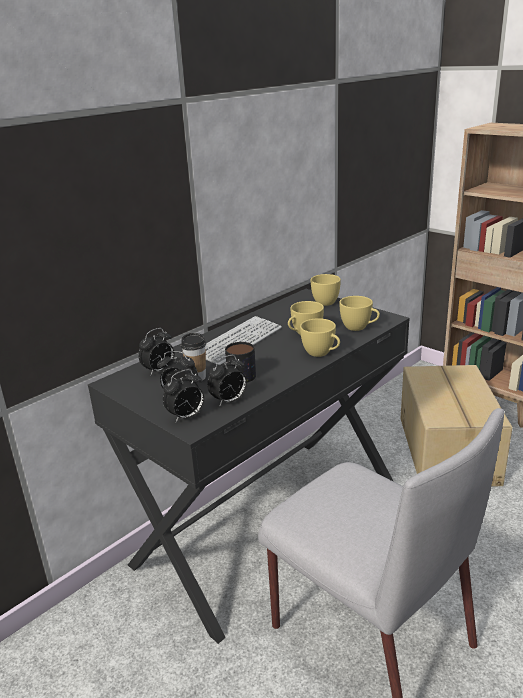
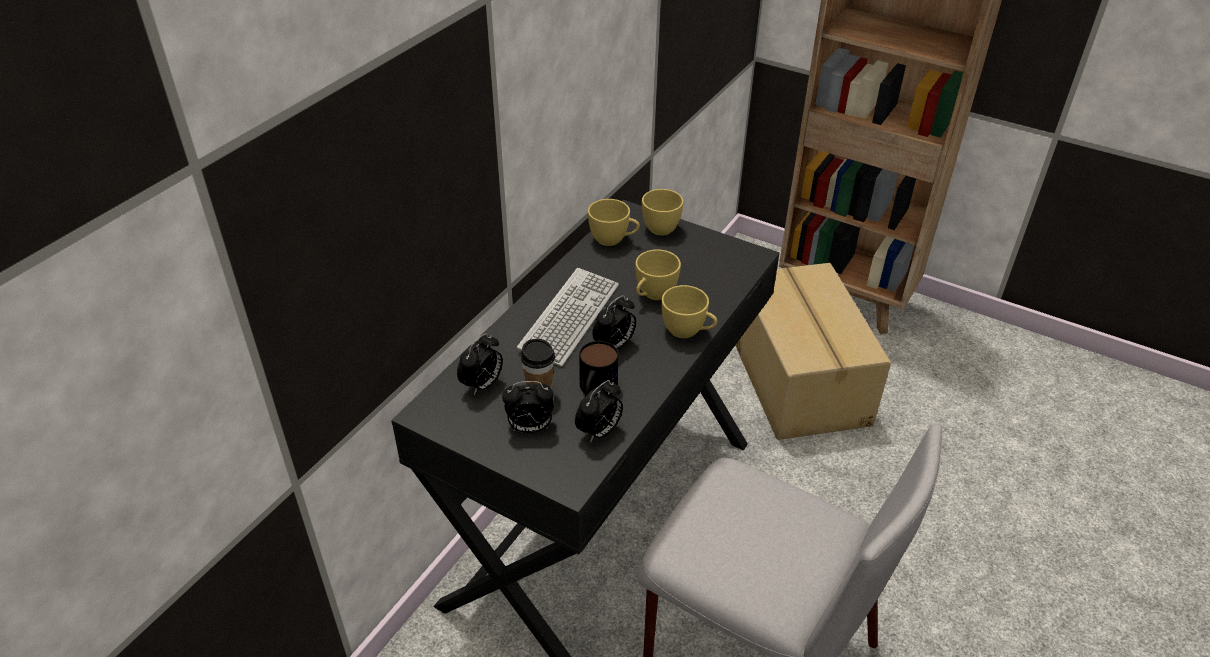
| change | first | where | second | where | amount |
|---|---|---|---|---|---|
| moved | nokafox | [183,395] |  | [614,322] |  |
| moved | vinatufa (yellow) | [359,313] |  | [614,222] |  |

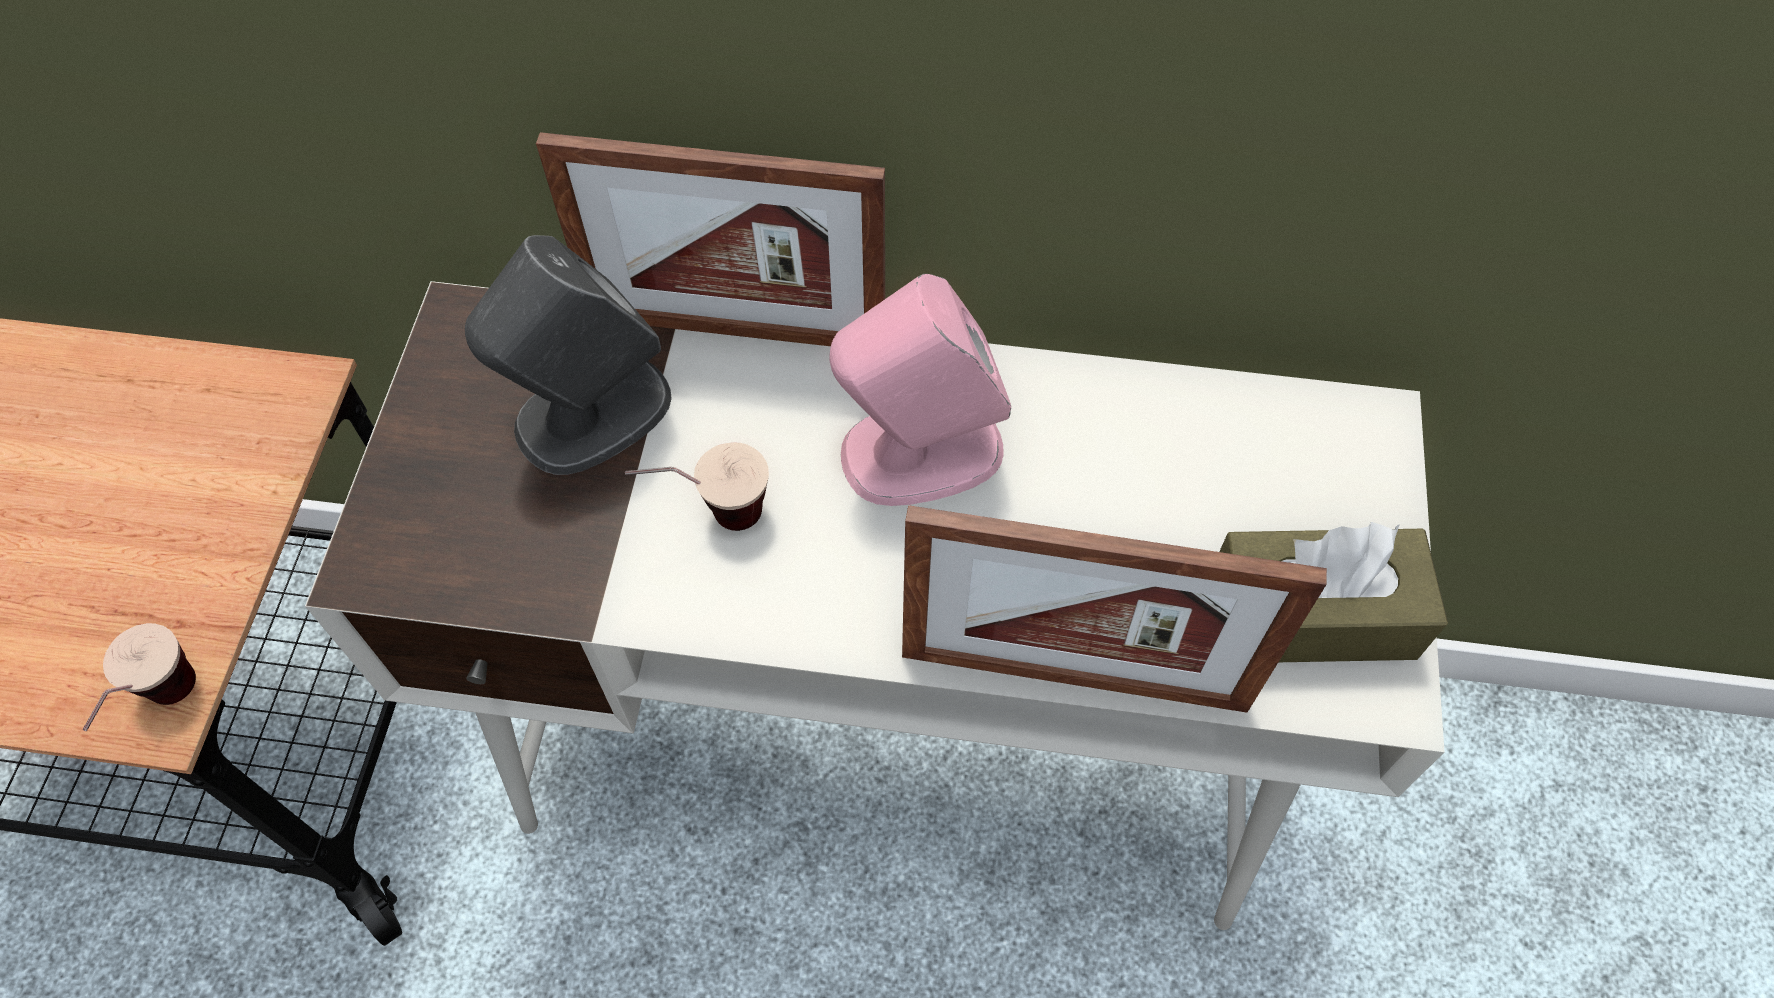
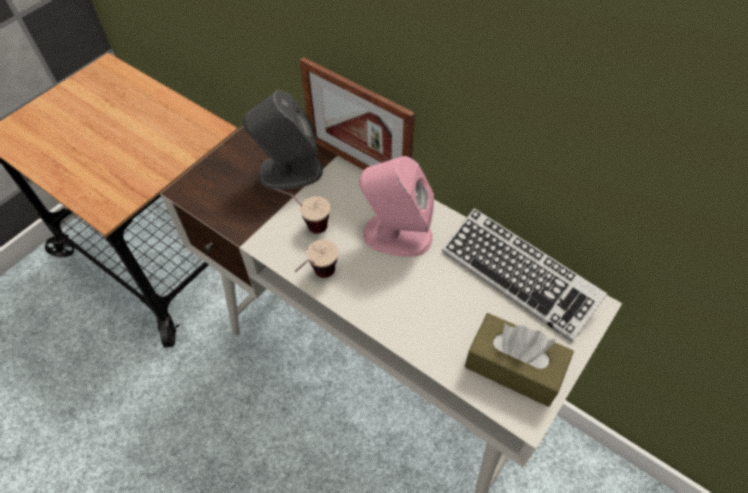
| change | first | where | second | where | amount |
|---|---|---|---|---|---|
| removed | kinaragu | [1114,609] |  |  |  |
| added |  |  | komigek | [524,275] |  |
| moved | vinatufa | [139,677] |  | [317,258] |  |

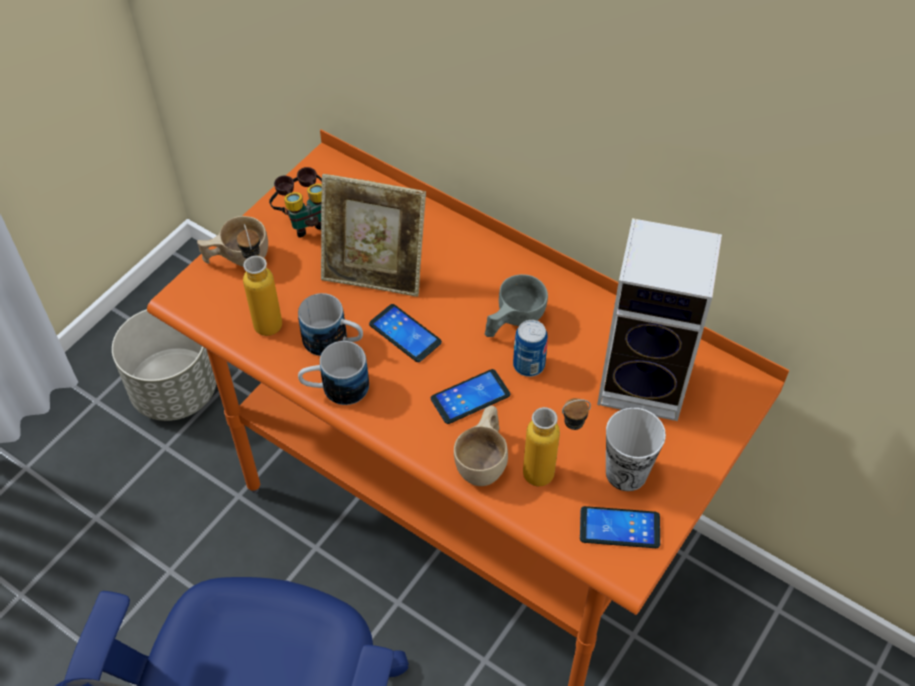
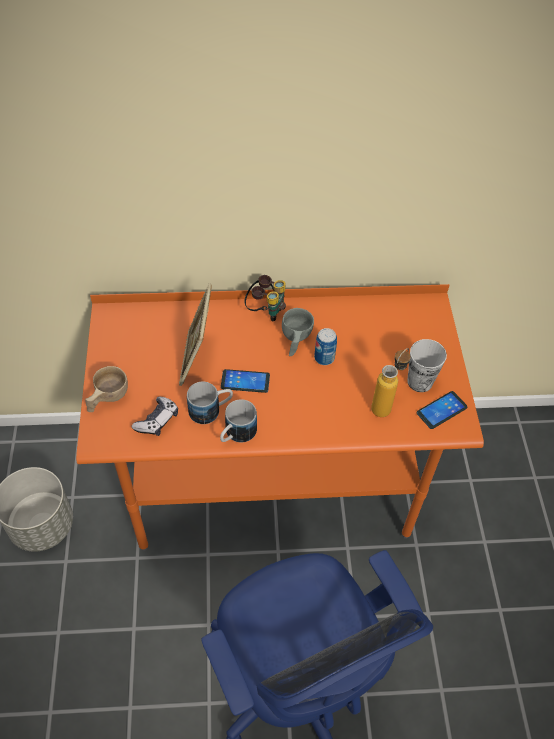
| change | first | where | second | where | amount |
|---|---|---|---|---|---|
| removed | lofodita | [470,396] |  |  |  |
| removed | vinatufa (beige) | [481,446] |  |  |  |
| removed | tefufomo | [659,319] |  |  |  |
| moved | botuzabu | [295,202] |  | [265,298] |  |
| replaced | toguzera | [259,280] | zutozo | [155,416] |  |
| turned | kinaragu | [373,235] |  | [195,334] | 120 degrees clockwise |

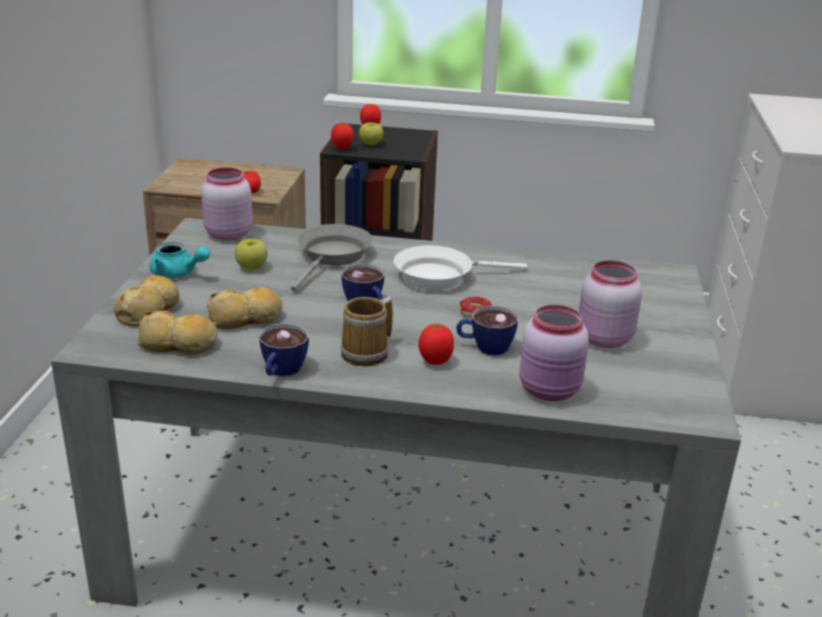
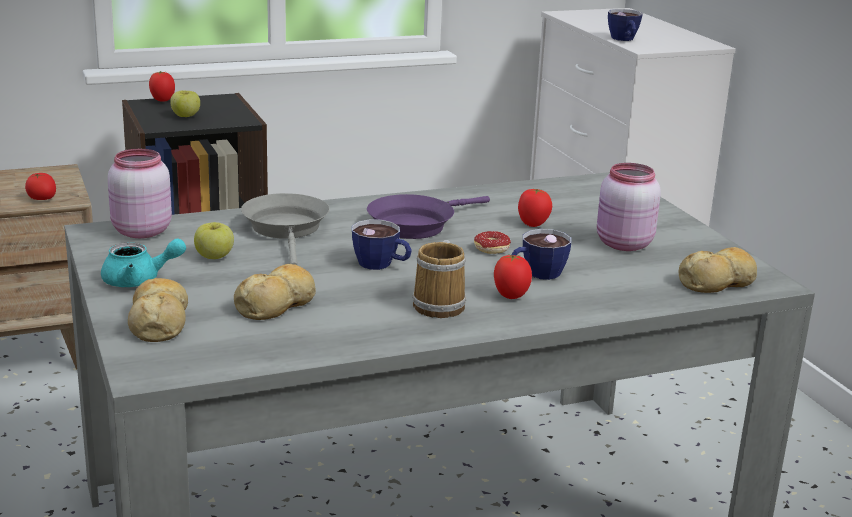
| change | first | where | second | where | amount |
|---|---|---|---|---|---|
| removed | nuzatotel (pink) | [554,353] |  |  |  |
| moved | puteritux | [177,332] |  | [718,270] |  |
| moved | vinatufa | [284,349] |  | [625,25] |  |
| moved | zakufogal | [342,136] |  | [535,207] |  |
| recoloured | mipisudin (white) | [460,267] | mipisudin (purple) | [428,216] |  |

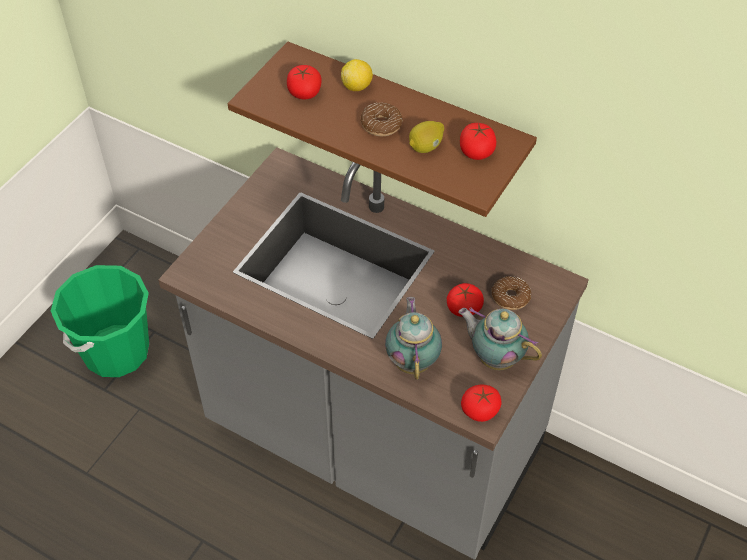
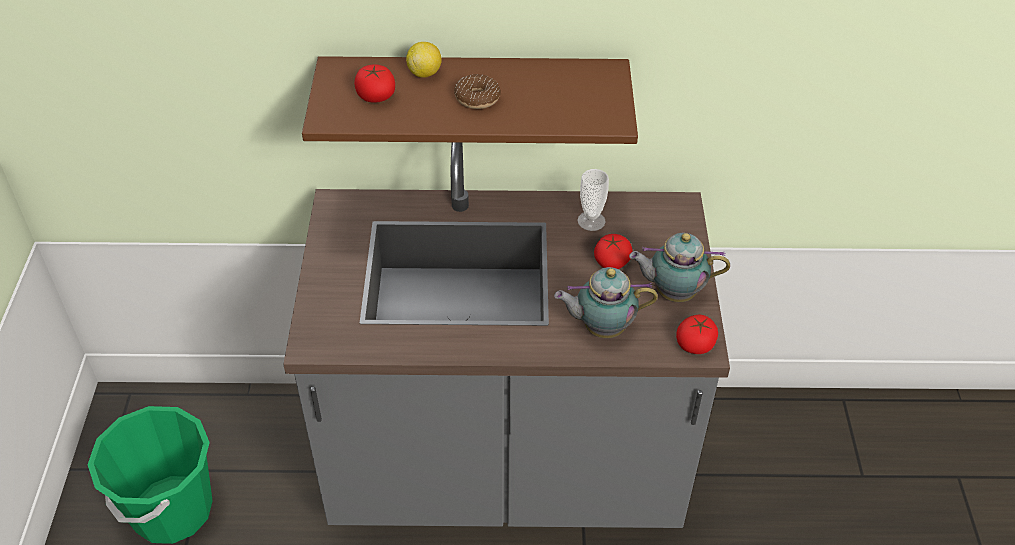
| change | first | where | second | where | amount |
|---|---|---|---|---|---|
| removed | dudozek | [426,137] |  |  |  |
| removed | zakufogal | [478,141] |  |  |  |
| removed | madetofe | [511,293] |  |  |  |
| added |  |  | vinatufa | [593,200] |  |
| turned | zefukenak | [413,338] |  | [606,302] | 60 degrees counterclockwise |

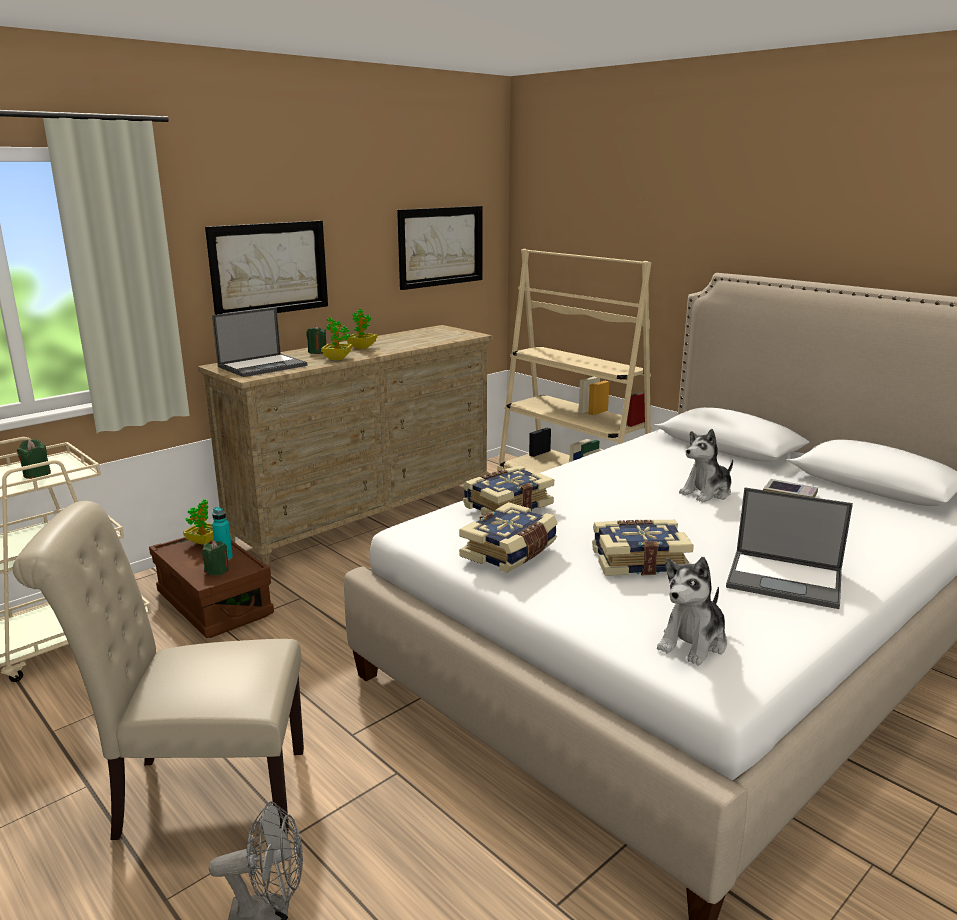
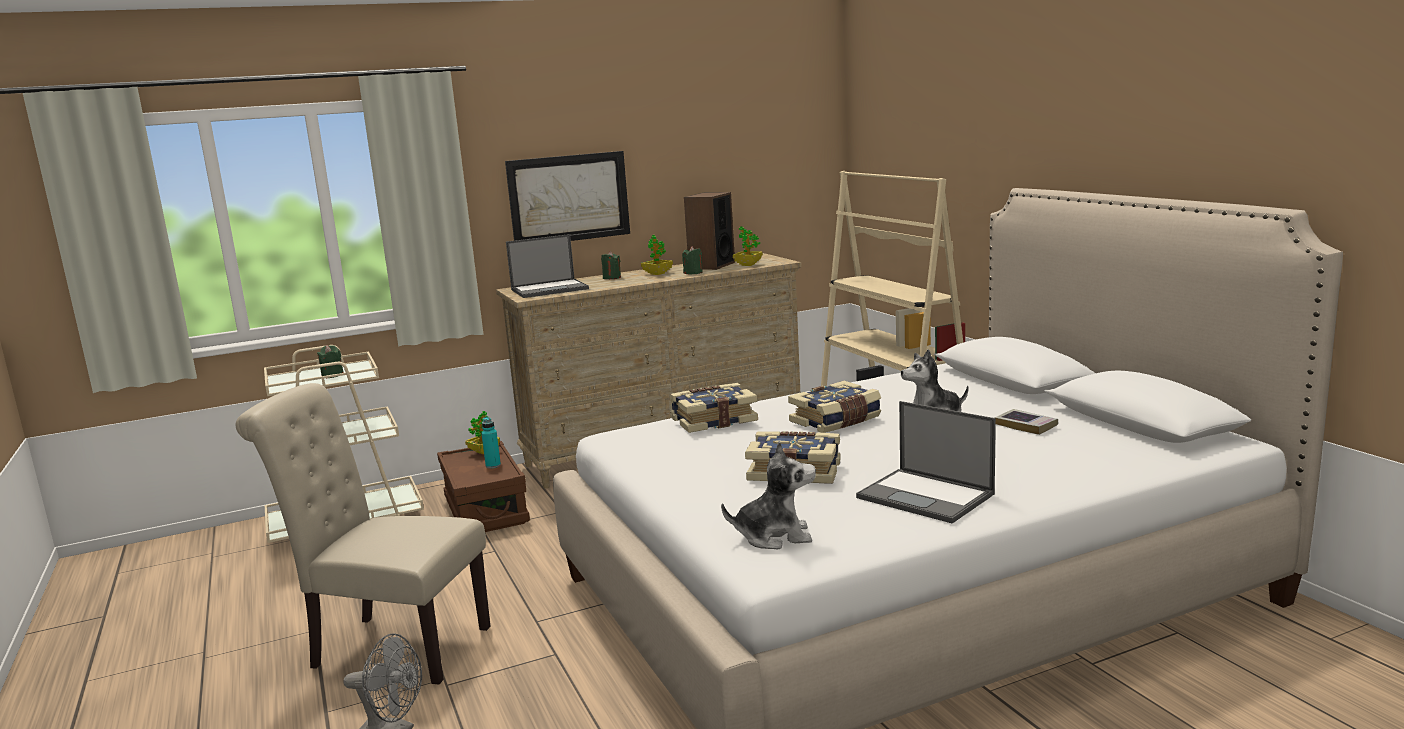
| change | first | where | second | where | amount |
|---|---|---|---|---|---|
| removed | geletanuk | [439,248] |  |  |  |
| added |  |  | tefufomo | [709,231] |  |
| moved | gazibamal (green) | [215,558] |  | [692,260] |  |
| moved | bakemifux | [336,338] |  | [748,246] |  |
| moved | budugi | [508,537] |  | [835,407] |  |
| turned | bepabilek | [692,611] |  | [768,495] | 150 degrees counterclockwise |

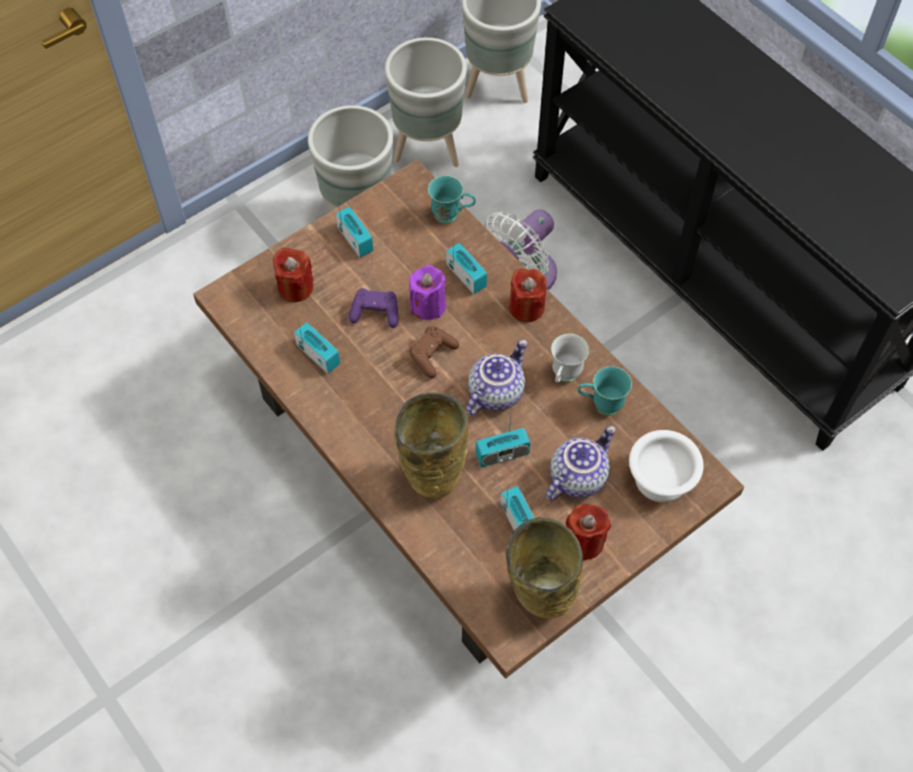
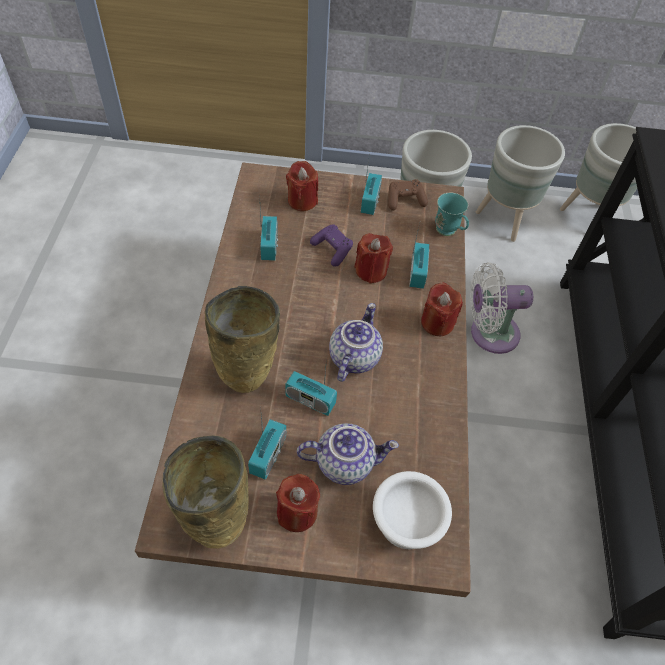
| change | first | where | second | where | amount |
|---|---|---|---|---|---|
| removed | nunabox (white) | [570,358] |  |  |  |
| removed | nunabox (turquoise) | [605,391] |  |  |  |
| moved | zutozo (brown) | [434,352] |  | [408,195] |  |
| recoloured | gazibamal (purple) | [427,292] | gazibamal (red) | [373,258] |  |
| turned | zefukenak | [497,377] |  | [356,342] | 60 degrees counterclockwise |

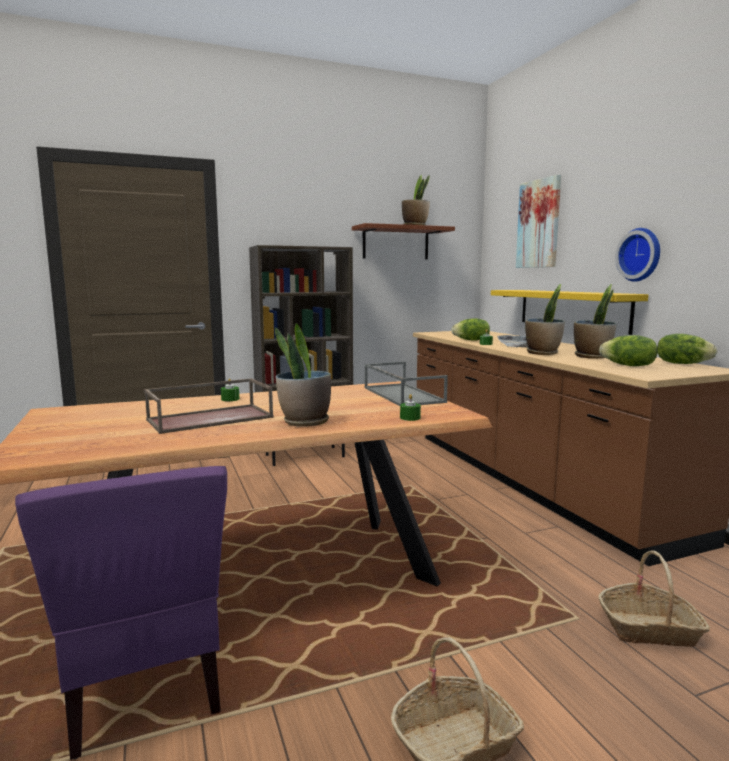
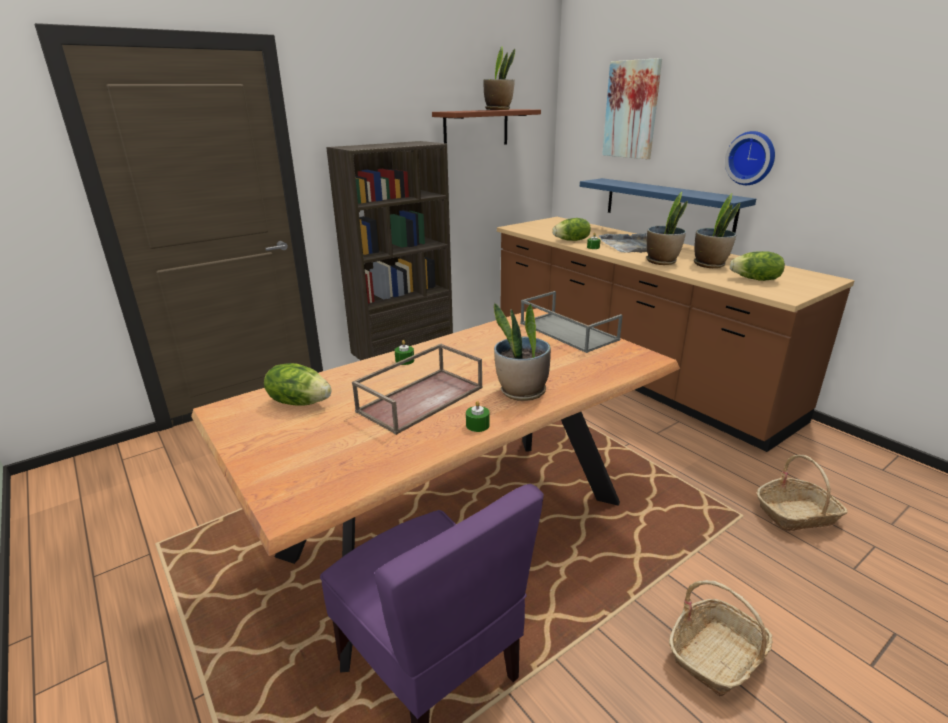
| change | first | where | second | where | amount |
|---|---|---|---|---|---|
| moved | gazibamal (green) | [410,407] |  | [478,416] |  |
| moved | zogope | [687,349] |  | [297,384] |  |
| recoloured | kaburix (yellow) | [570,312] | kaburix (blue) | [668,205] |  |

